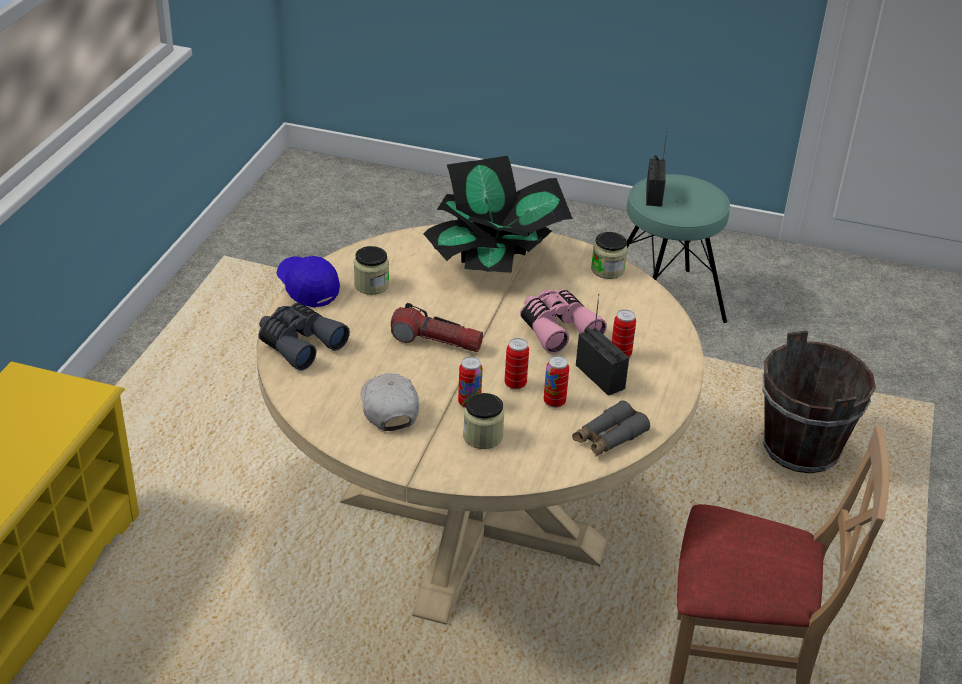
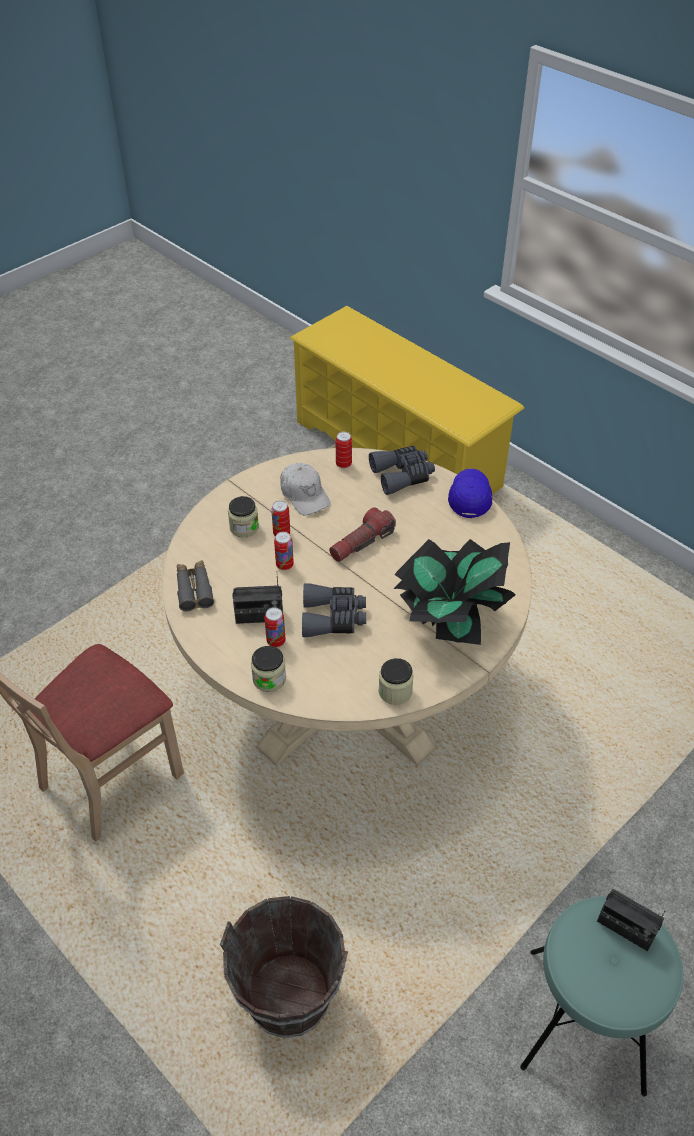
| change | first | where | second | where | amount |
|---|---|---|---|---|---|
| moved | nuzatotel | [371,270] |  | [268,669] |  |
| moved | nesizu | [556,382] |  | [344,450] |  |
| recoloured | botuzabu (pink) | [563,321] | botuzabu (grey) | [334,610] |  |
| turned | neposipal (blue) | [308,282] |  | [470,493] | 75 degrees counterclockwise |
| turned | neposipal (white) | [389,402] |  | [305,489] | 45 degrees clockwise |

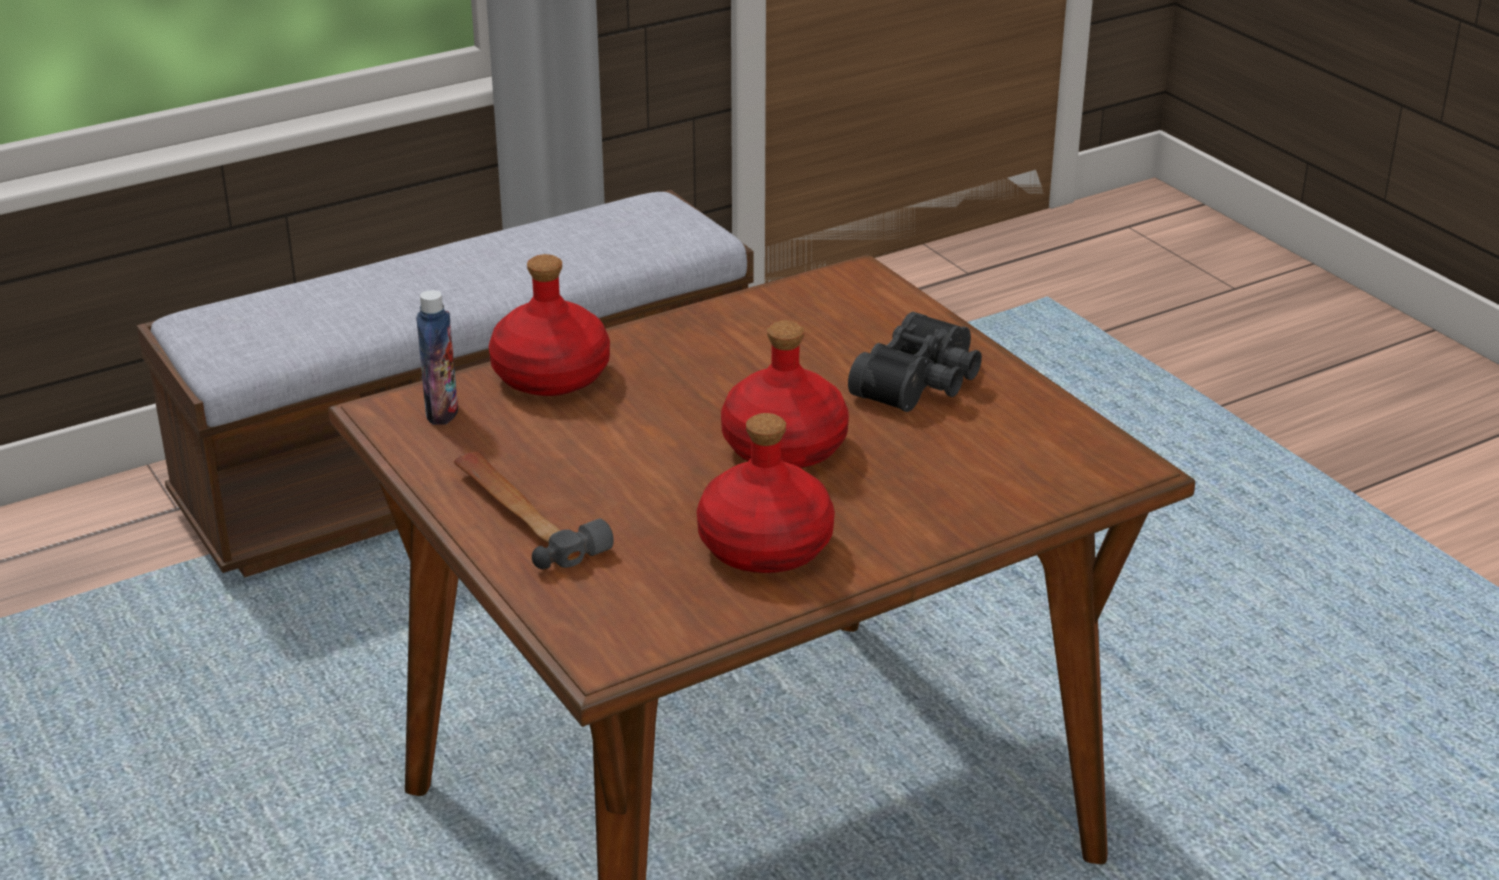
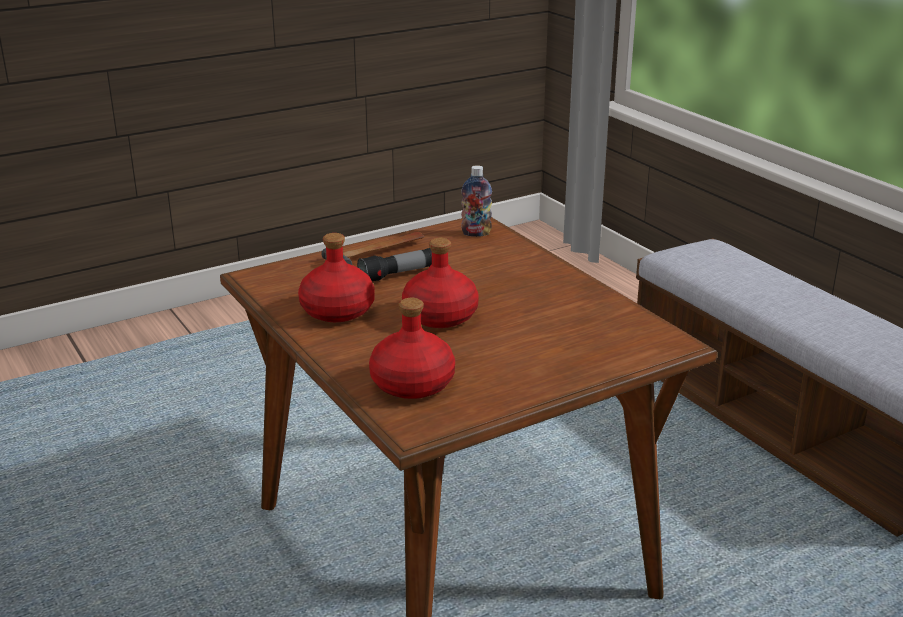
| change | first | where | second | where | amount |
|---|---|---|---|---|---|
| removed | botuzabu (black) | [915,362] |  |  |  |
| added |  |  | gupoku | [394,264] |  |
| moved | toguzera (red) | [549,325] |  | [412,348] |  |

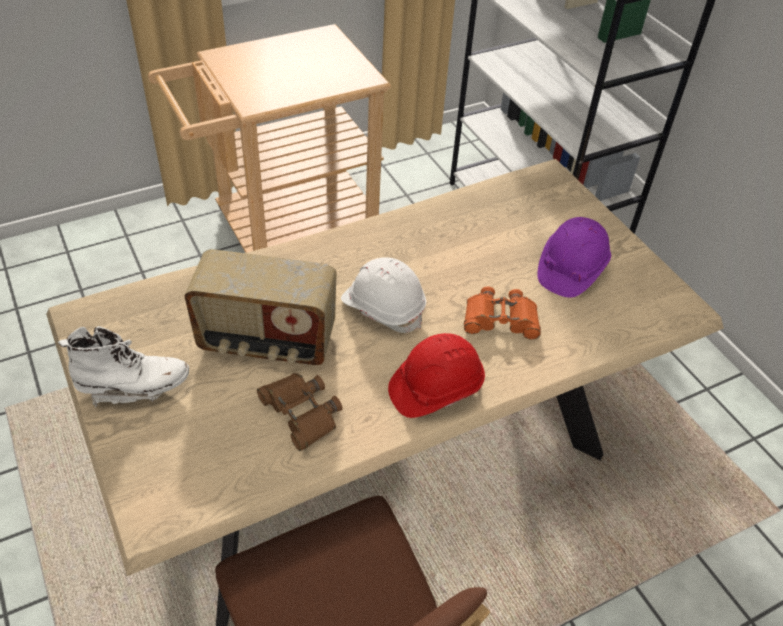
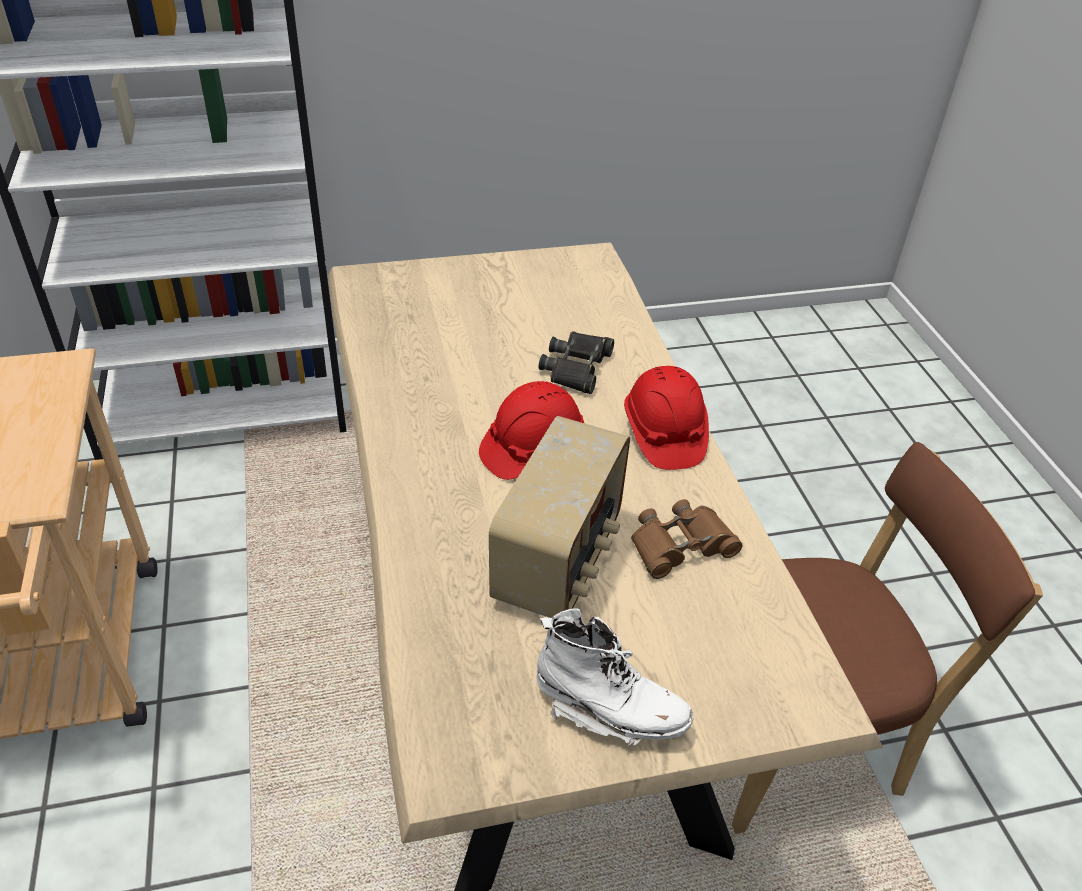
| change | first | where | second | where | amount |
|---|---|---|---|---|---|
| removed | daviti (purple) | [574,257] |  |  |  |
| recoloured | daviti (white) | [383,295] | daviti (red) | [531,430] |  |
| recoloured | botuzabu (orange) | [502,313] | botuzabu (black) | [576,362] |  |
| turned | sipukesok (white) | [123,367] |  | [615,677] | 105 degrees clockwise |

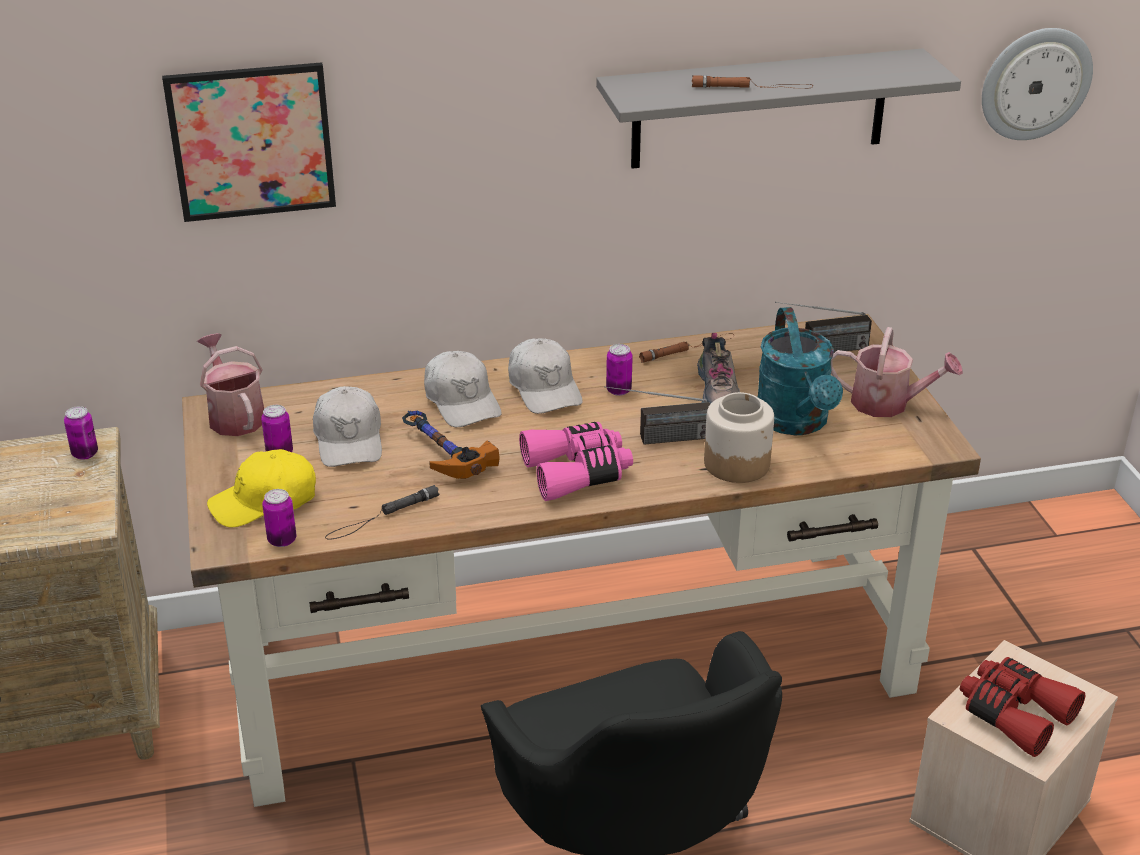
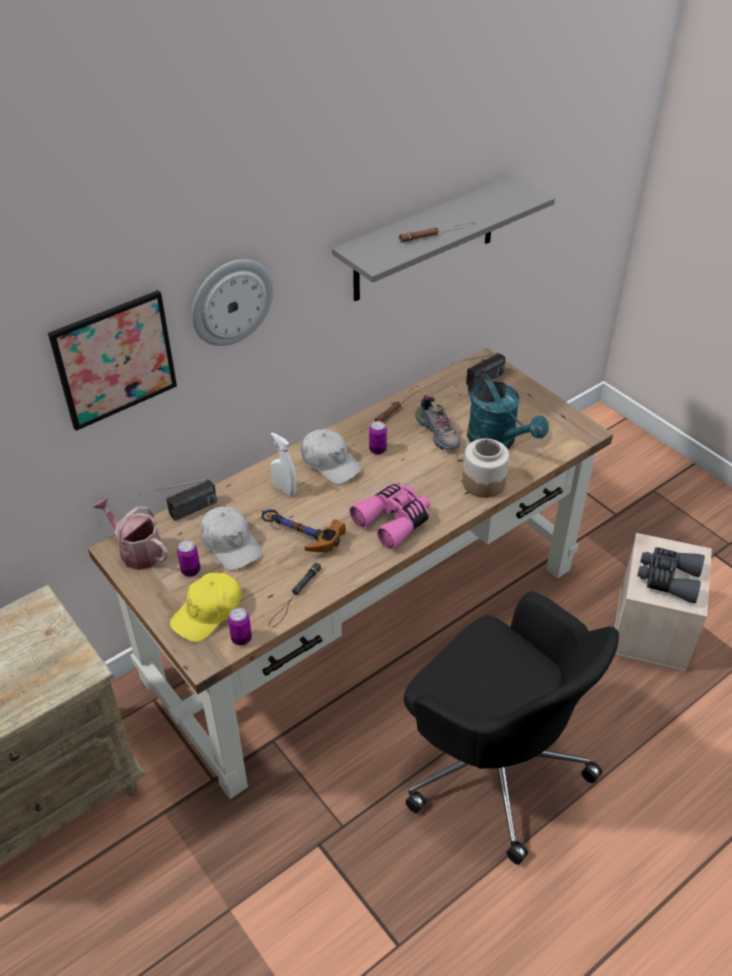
| change | first | where | second | where | amount |
|---|---|---|---|---|---|
| removed | nesizu | [81,433] |  |  |  |
| removed | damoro | [897,372] |  |  |  |
| moved | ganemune | [657,415] |  | [178,500] |  |
| moved | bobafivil | [1037,84] |  | [232,302] |  |
| replaced | neposipal (white) | [463,389] | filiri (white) | [284,464] |  |
| recoloured | botuzabu (red) | [1023,707] | botuzabu (grey) | [671,575] |  |

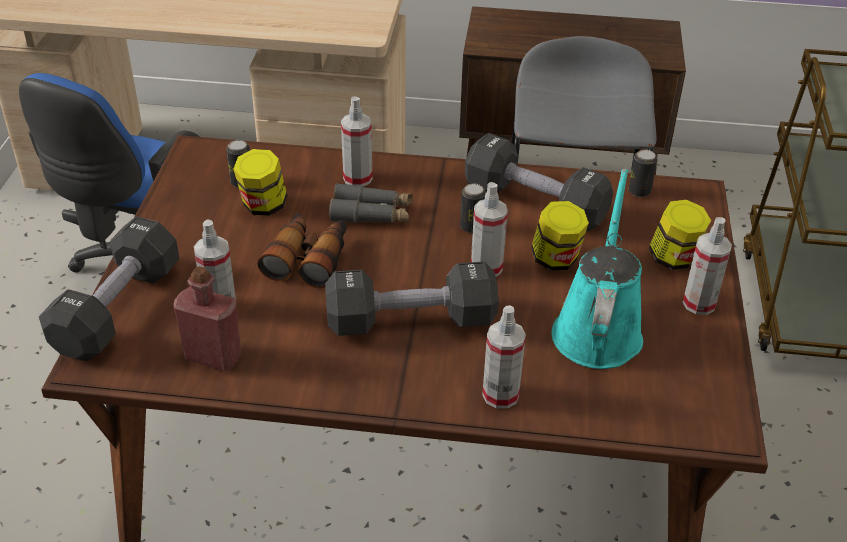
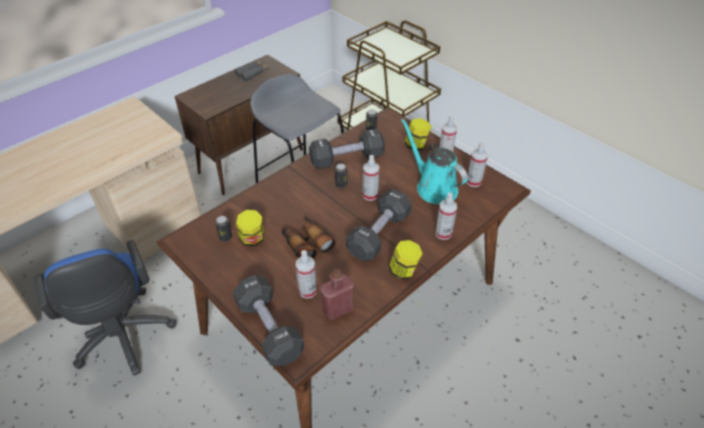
| change | first | where | second | where | amount |
|---|---|---|---|---|---|
| moved | botuzabu (grey) | [371,203] |  | [251,71] |  |
| moved | filiri | [356,141] |  | [477,164] |  |
| moved | nuzatotel | [560,236] |  | [406,260] |  |

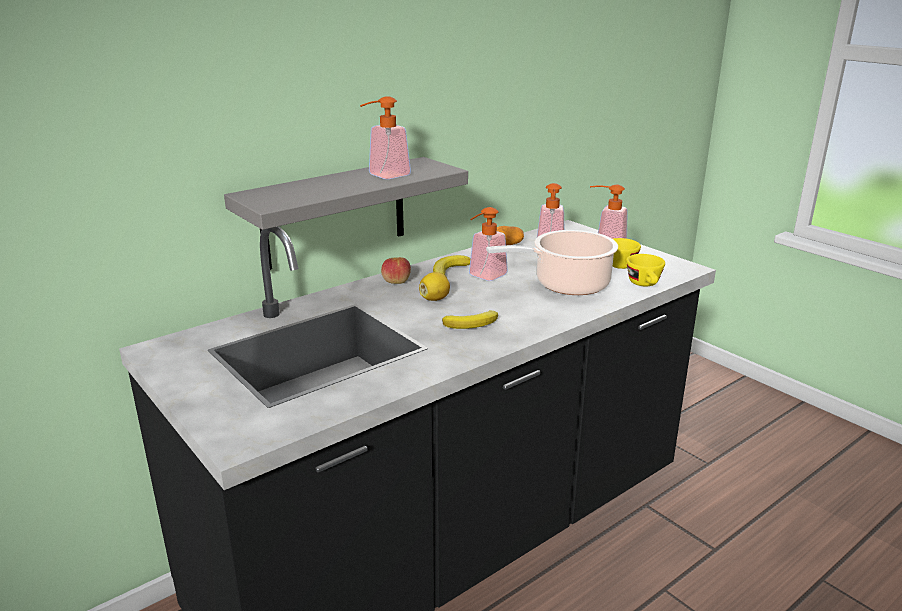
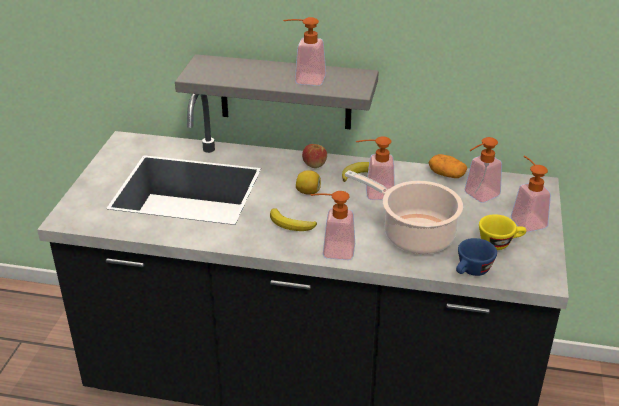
| change | first | where | second | where | amount |
|---|---|---|---|---|---|
| added |  |  | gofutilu | [332,225] |  |
| recoloured | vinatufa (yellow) | [645,270] | vinatufa (blue) | [476,257] |  |

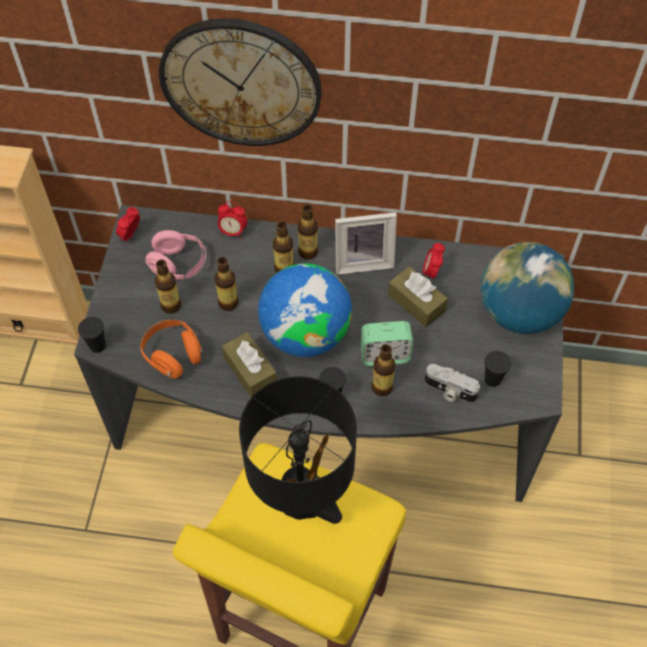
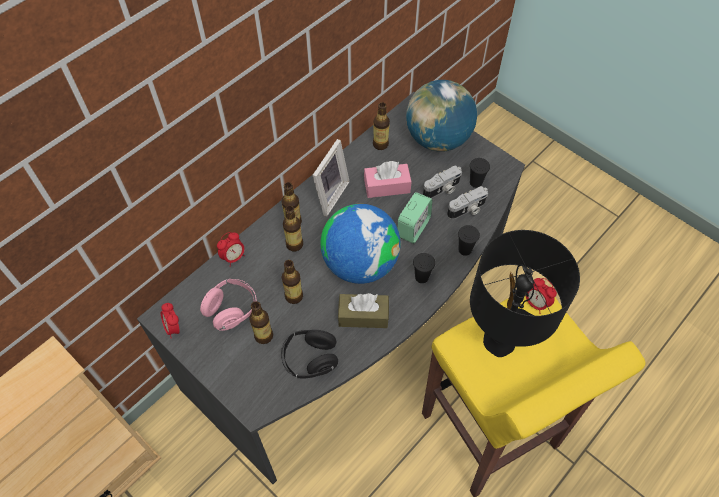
| change | first | where | second | where | amount |
|---|---|---|---|---|---|
| removed | bobafivil | [240,82] |  |  |  |
| added |  |  | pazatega | [442,182] |  |
| moved | vinatufa (black) | [92,335] |  | [469,240] |  |
| moved | toguzera | [383,370] |  | [381,126] |  |
| moved | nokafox | [434,261] |  | [540,296] |  |
| recoloured | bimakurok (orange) | [171,349] | bimakurok (black) | [309,354] |  |
| recoloured | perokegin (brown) | [418,296] | perokegin (pink) | [388,179] |  |

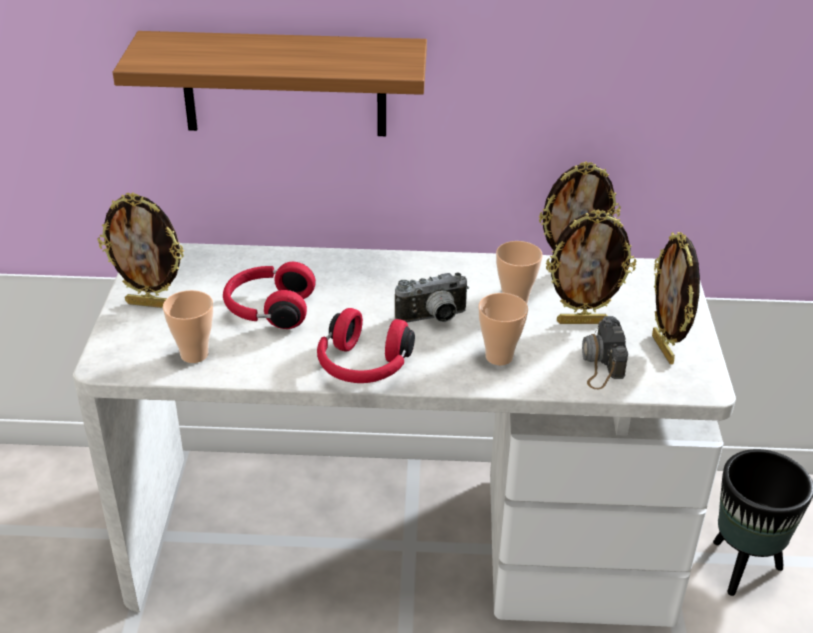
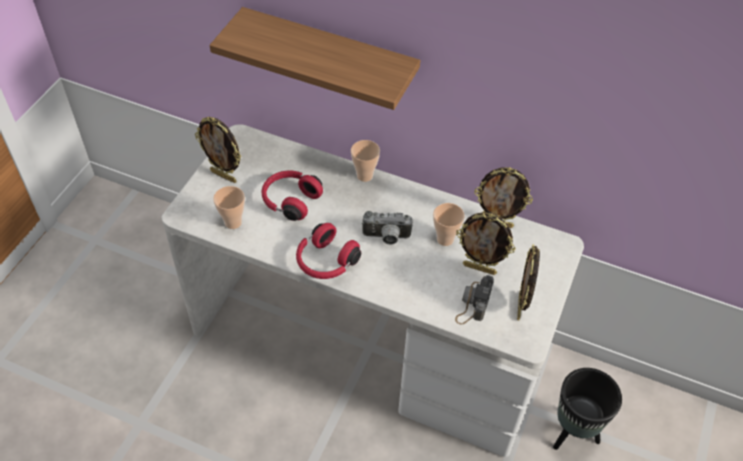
| change | first | where | second | where | amount |
|---|---|---|---|---|---|
| moved | vinatufa | [503,329] |  | [365,161] |  |

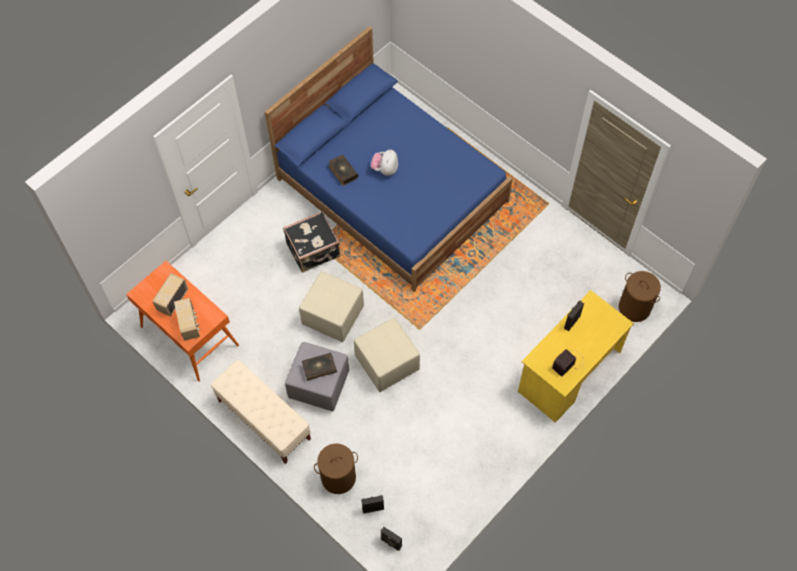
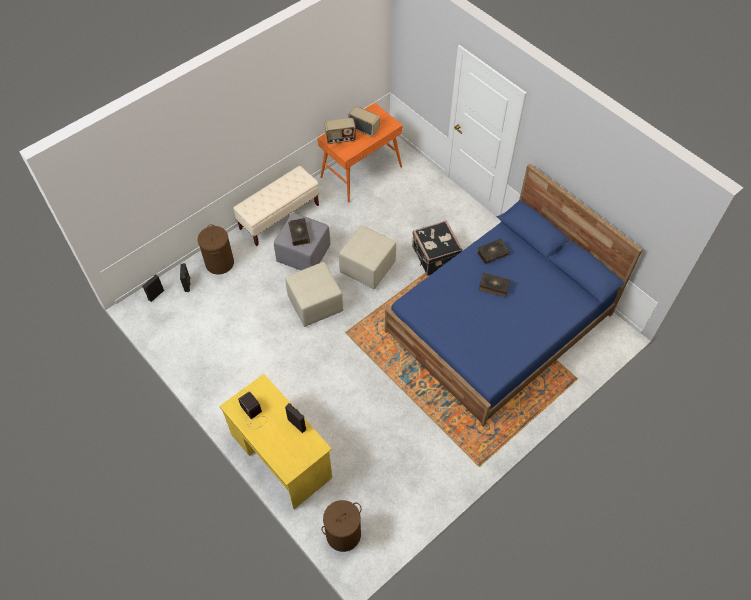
| change | first | where | second | where | amount |
|---|---|---|---|---|---|
| replaced | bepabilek | [384,163] | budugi | [495,284] |  |

